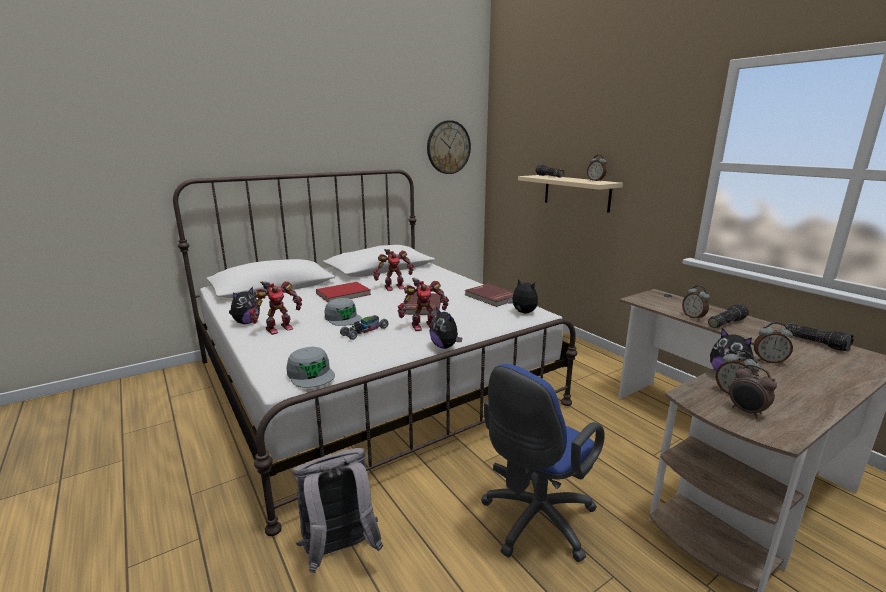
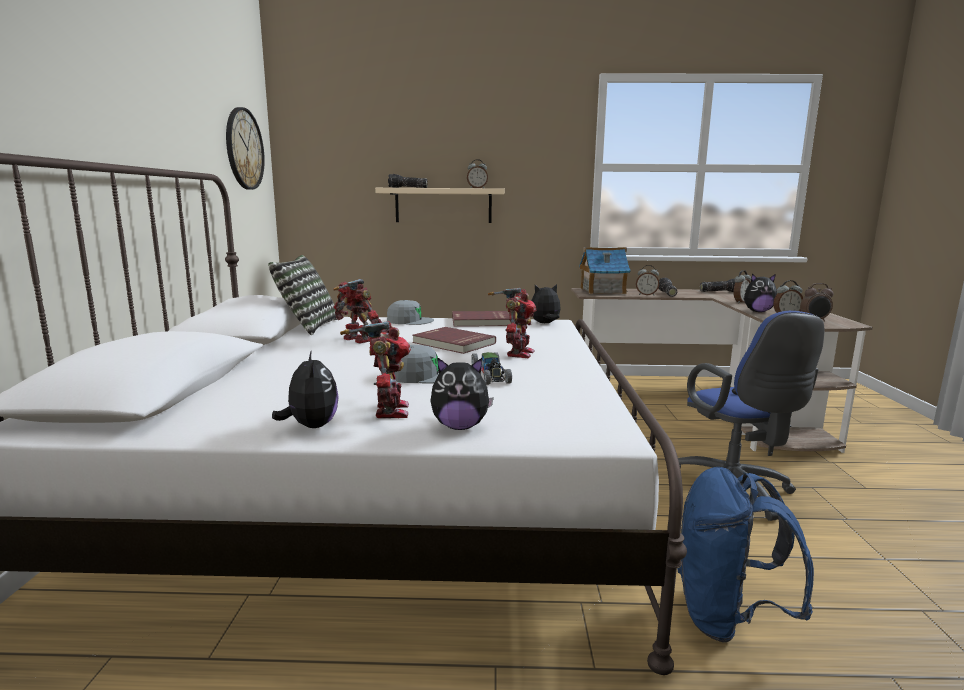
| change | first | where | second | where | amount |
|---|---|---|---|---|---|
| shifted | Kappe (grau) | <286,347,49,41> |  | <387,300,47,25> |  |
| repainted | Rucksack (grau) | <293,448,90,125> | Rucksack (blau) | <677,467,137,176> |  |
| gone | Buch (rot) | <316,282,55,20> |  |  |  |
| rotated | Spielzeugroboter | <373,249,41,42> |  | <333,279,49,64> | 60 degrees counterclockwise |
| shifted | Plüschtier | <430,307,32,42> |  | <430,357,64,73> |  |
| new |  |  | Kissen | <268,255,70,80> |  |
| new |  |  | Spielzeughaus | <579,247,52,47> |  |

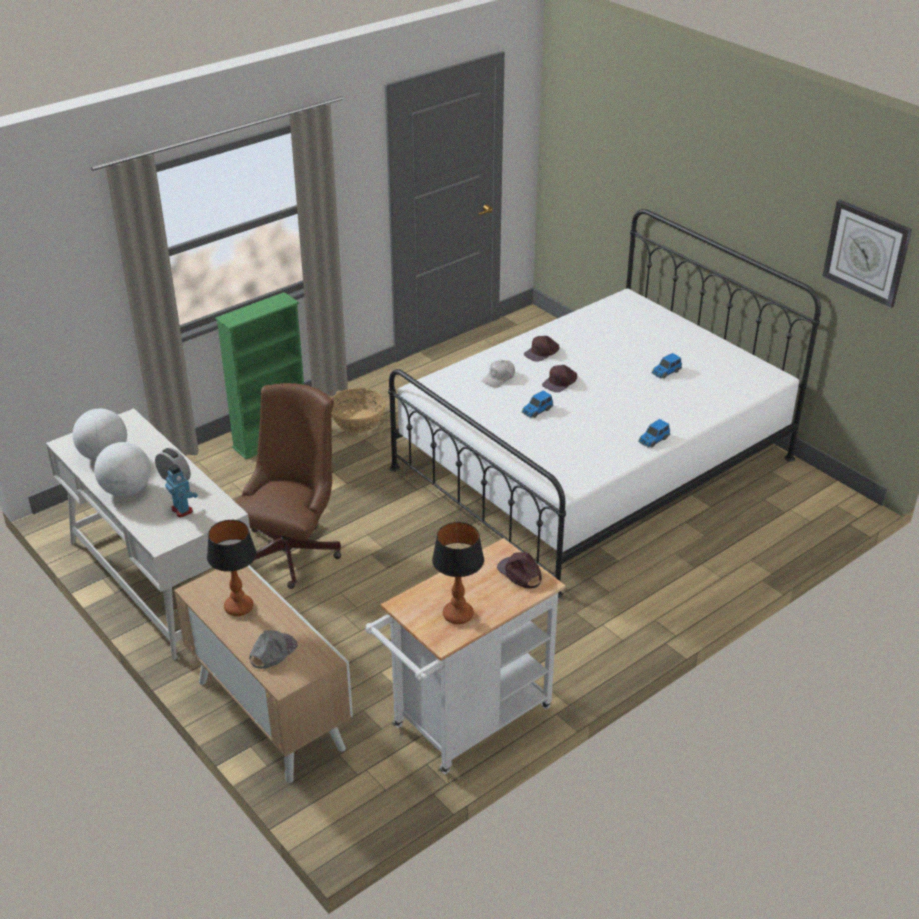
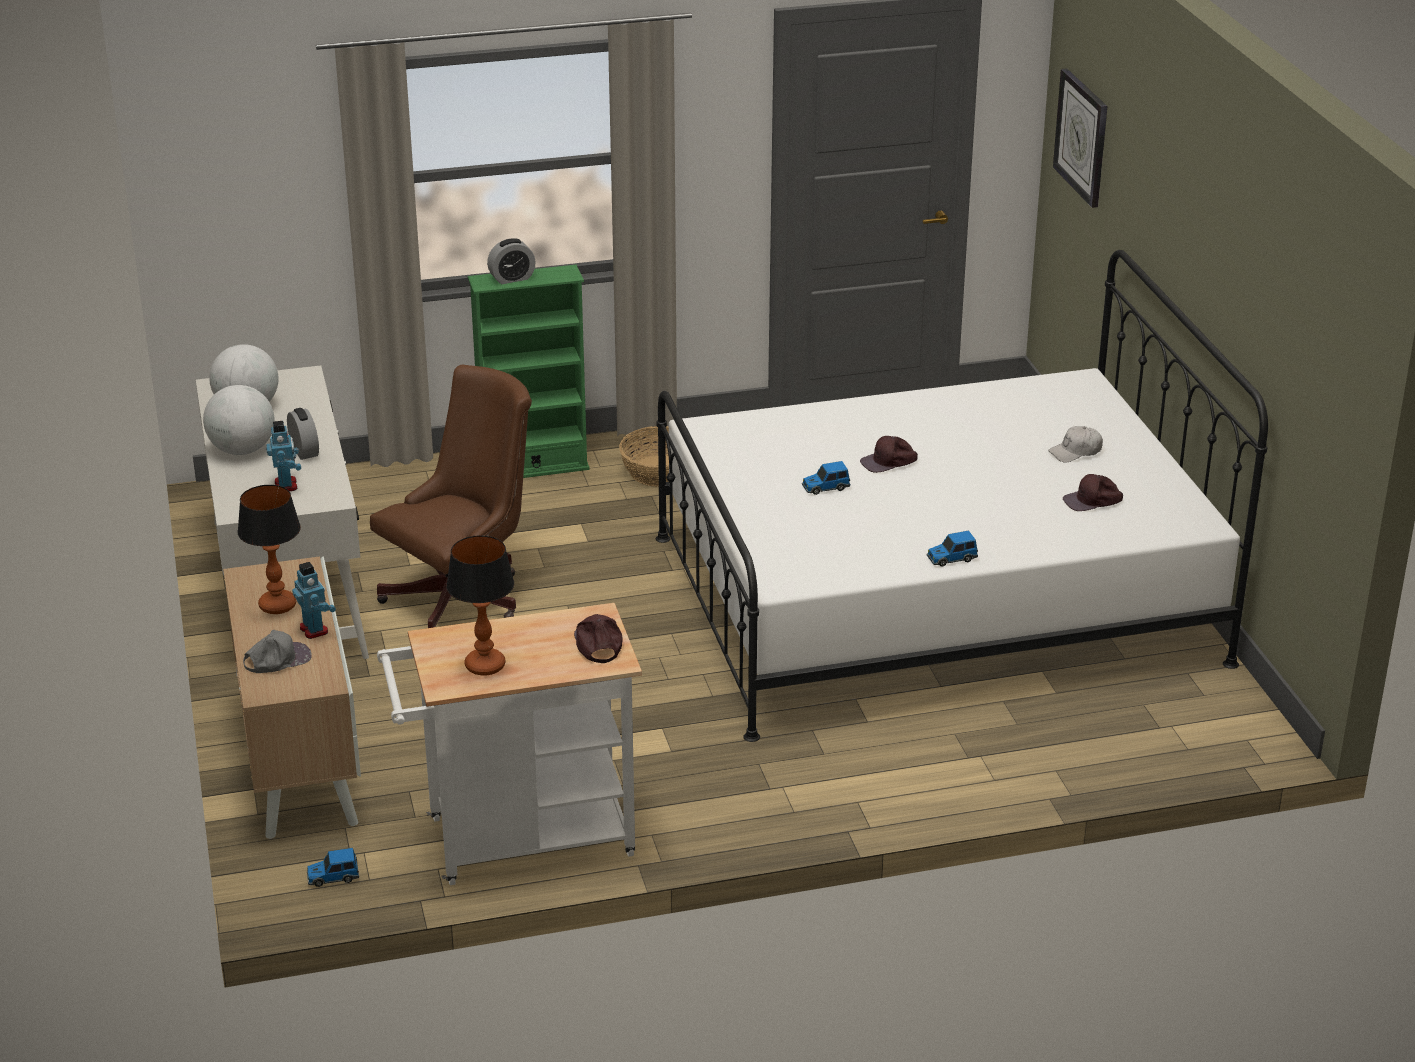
| change | first | where | second | where | amount |
|---|---|---|---|---|---|
| shifted | Kappe (weiß) | <482,360,33,28> |  | <1048,426,55,36> |  |
| shifted | Kappe (braun) | <524,336,35,26> |  | <1063,474,60,37> |  |
| shifted | Spielzeugauto | <651,353,31,25> |  | <307,848,52,39> |  |
| shifted | Wanduhr | <823,200,89,108> |  | <1053,68,54,140> |  |
| new |  |  | Spielzeugroboter | <292,562,44,77> |  |
| new |  |  | Wecker | <487,238,49,46> |  |

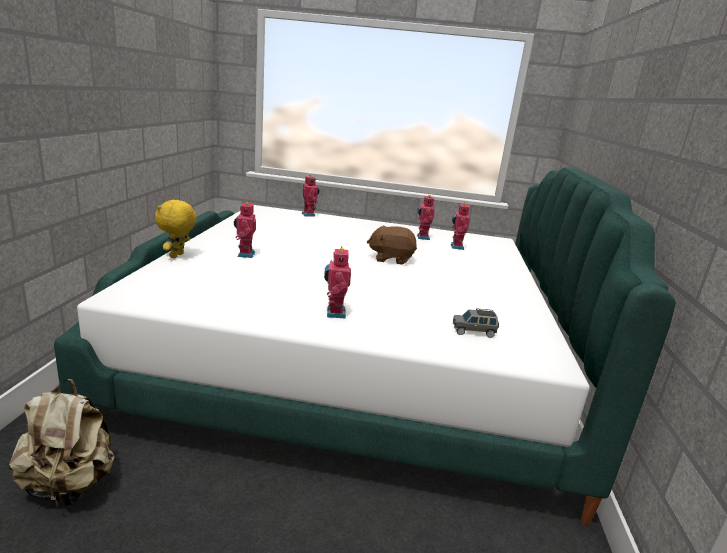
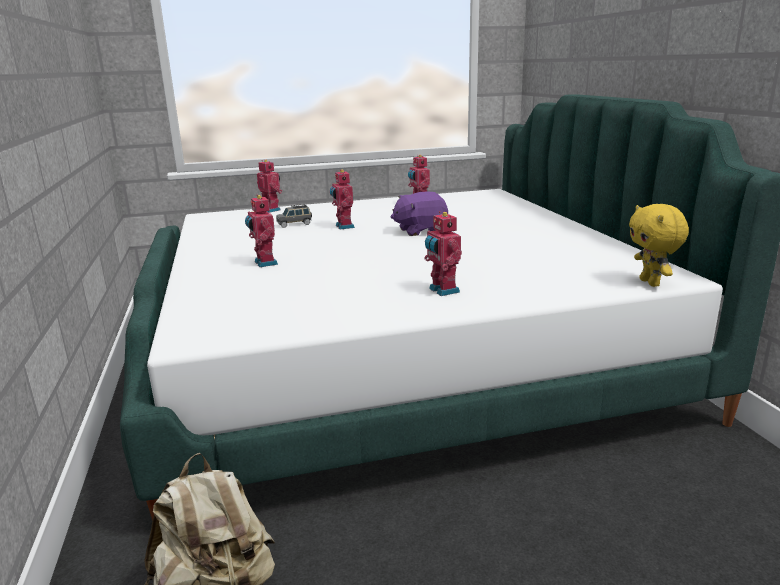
| change | first | where | second | where | amount |
|---|---|---|---|---|---|
| shifted | Plüschtier (gelb) | <155,200,42,58> |  | <629,204,60,83> |  |
| repainted | Plüschtier (braun) | <367,226,50,39> | Plüschtier (lila) | <391,192,57,44> |  |
| shifted | Spielzeugroboter | <451,203,19,47> |  | <330,169,25,61> |  |
| shifted | Spielzeugauto (grau) | <453,308,46,30> |  | <276,204,36,24> |  |

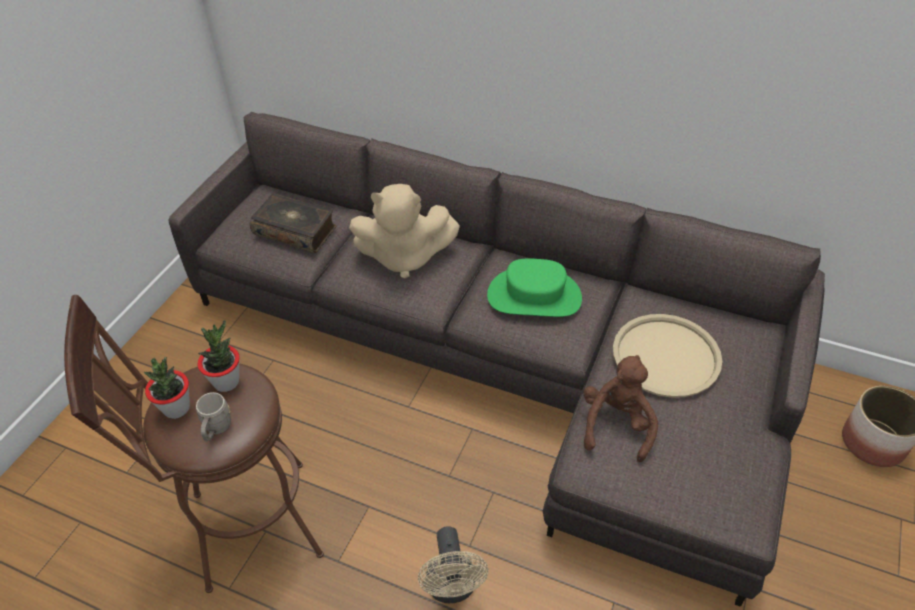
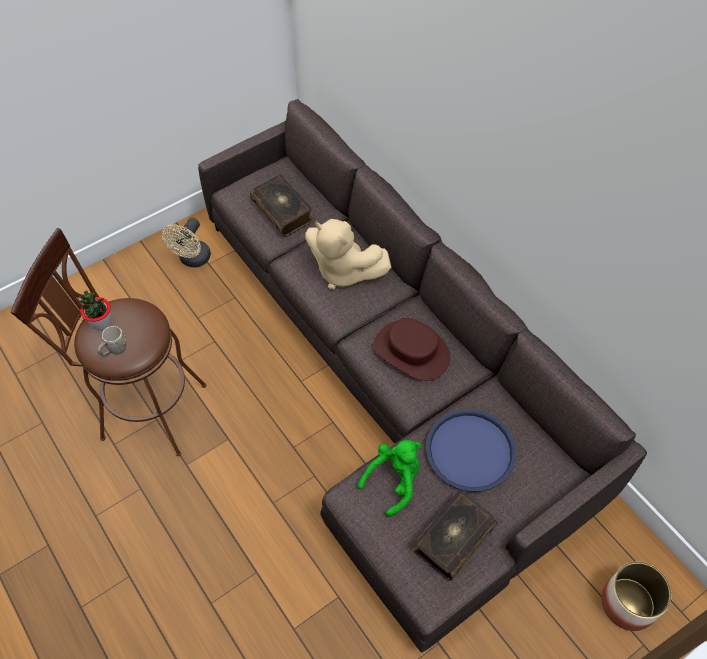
| change | first | where | second | where | amount |
|---|---|---|---|---|---|
| gone | Topfpflanze | <198,320,42,72> |  |  |  |
| shifted | Ventilator (beige) | <418,526,70,77> |  | <162,218,49,49> |  |
| repainted | Hut (grün) | <487,258,95,59> | Hut (braun) | <374,318,76,63> |  |
| repainted | Plüschtier (braun) | <583,355,75,108> | Plüschtier (grün) | <357,440,64,77> |  |
| repainted | Tablett (beige) | <613,314,109,84> | Tablett (blau) | <426,409,91,83> |  |
| new |  |  | Buch | <412,490,86,91> |  |

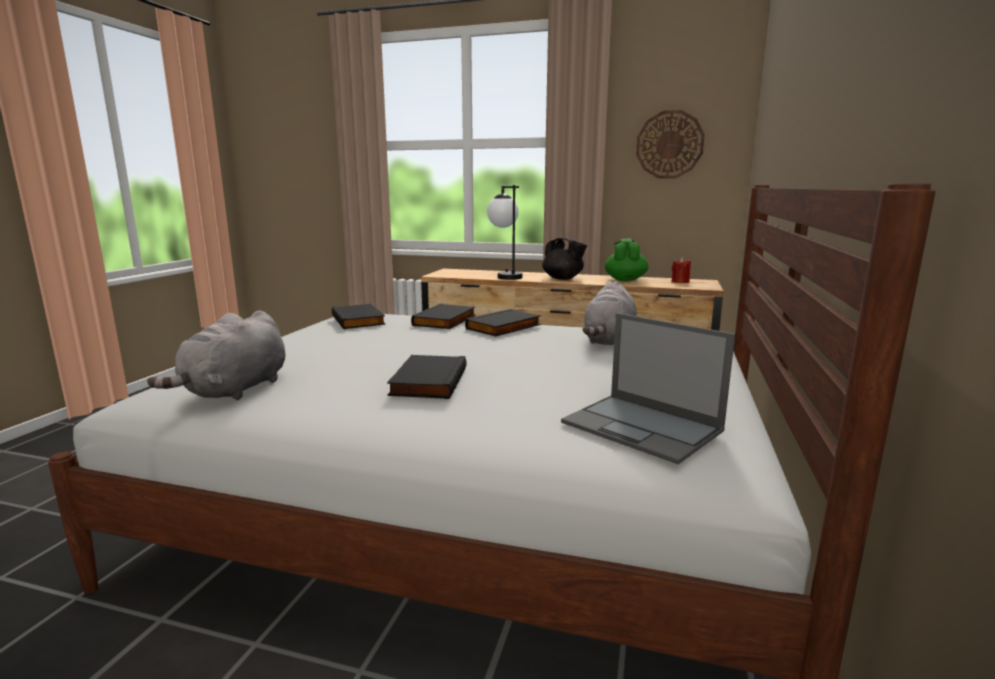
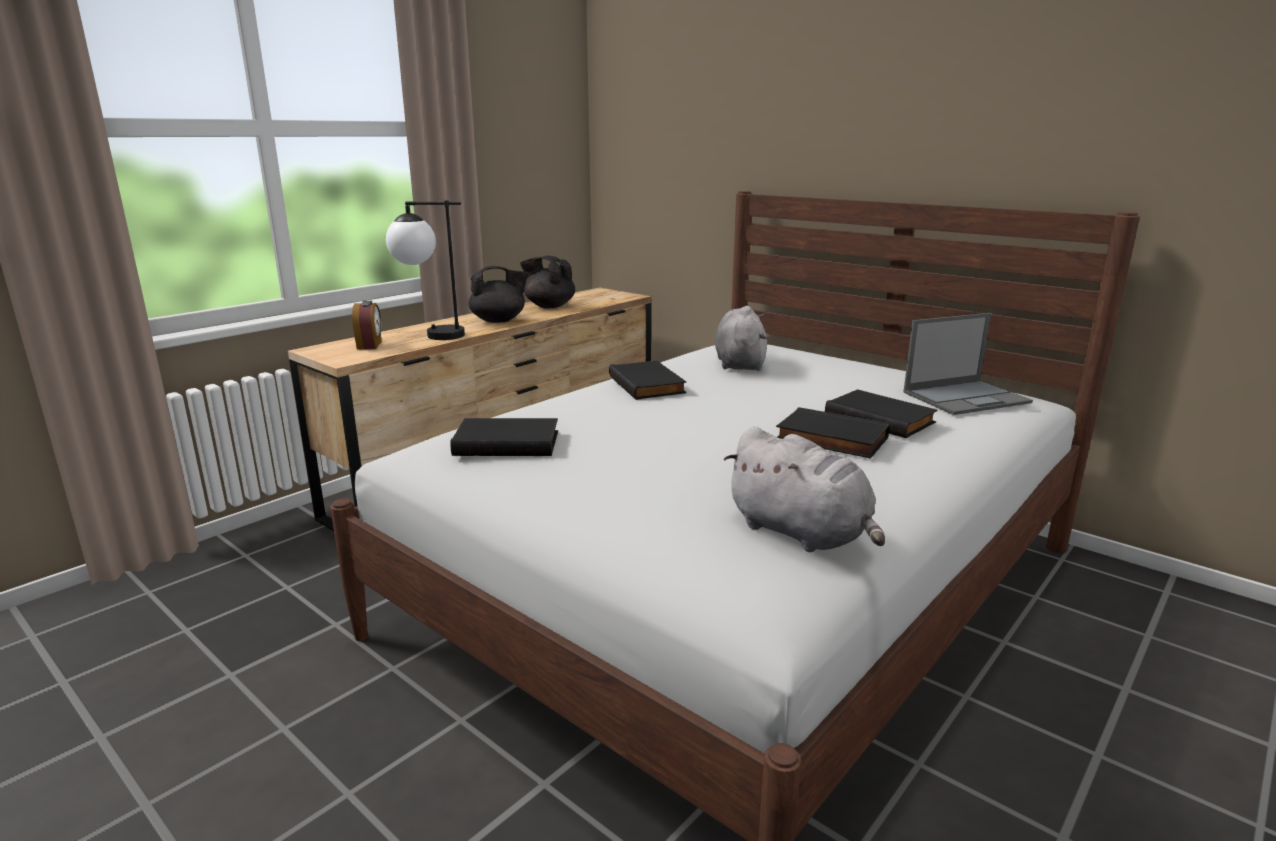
| change | first | where | second | where | amount |
|---|---|---|---|---|---|
| shifted | Buch (schwarz) | <411,304,65,25> |  | <825,389,112,49> |  |
| rotated | Plüschtier (grau) | <582,281,55,64> |  | <715,306,52,65> | 135 degrees counterclockwise |
| repainted | Teekanne (grün) | <605,239,44,42> | Teekanne (schwarz) | <520,256,55,52> |  |
| gone | Wanduhr | <636,110,69,69> |  |  |  |
| gone | Kerze (rot) | <671,257,20,26> |  |  |  |
| new |  |  | Wecker | <352,301,29,49> |  |

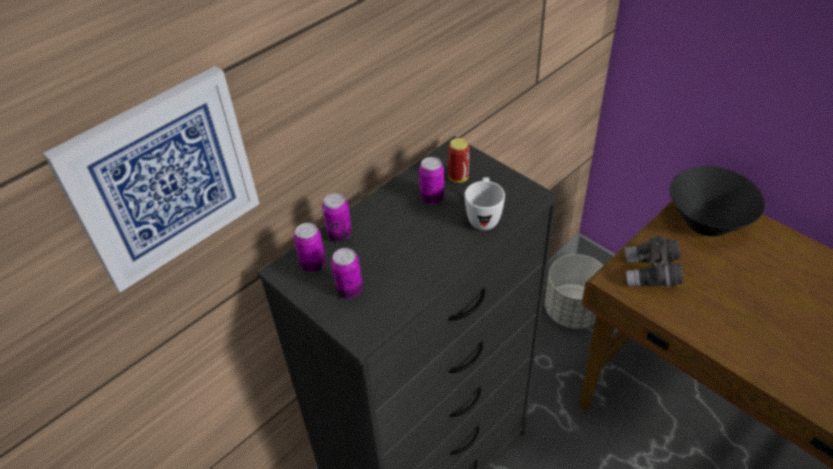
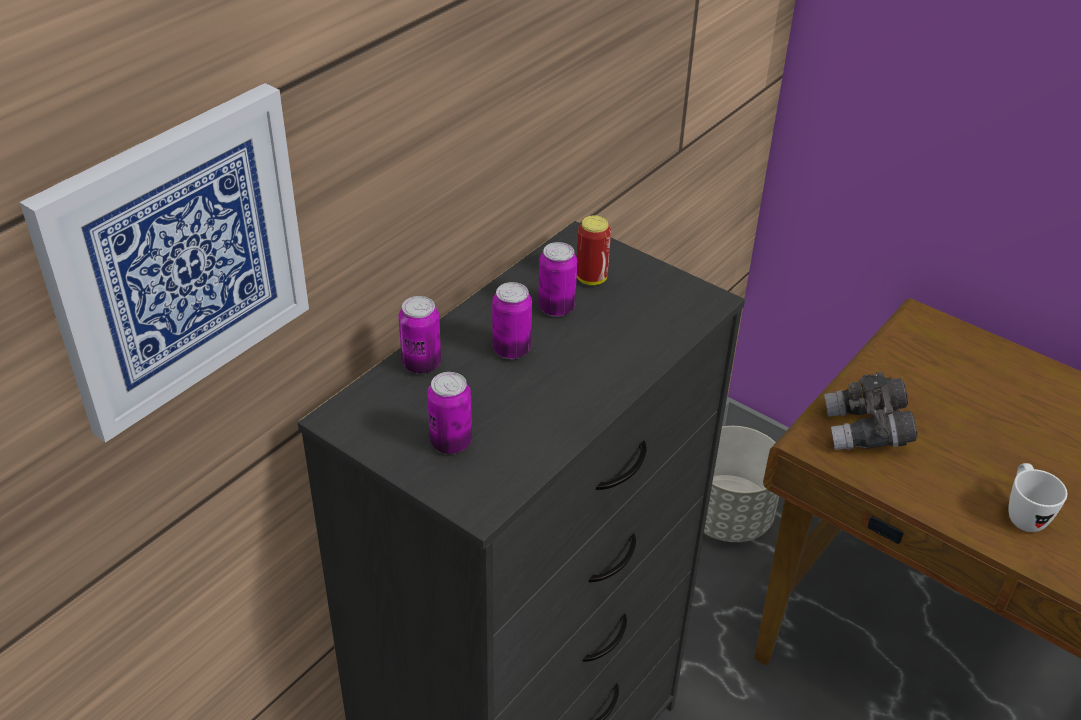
| change | first | where | second | where | amount |
|---|---|---|---|---|---|
| shifted | Dose | <294,223,32,49> |  | <492,282,40,77> |  |
| shifted | Henkelbecher (weiß) | <465,177,40,53> |  | <1008,463,59,69> |  |
| gone | Schüssel (schwarz) | <670,166,95,70> |  |  |  |

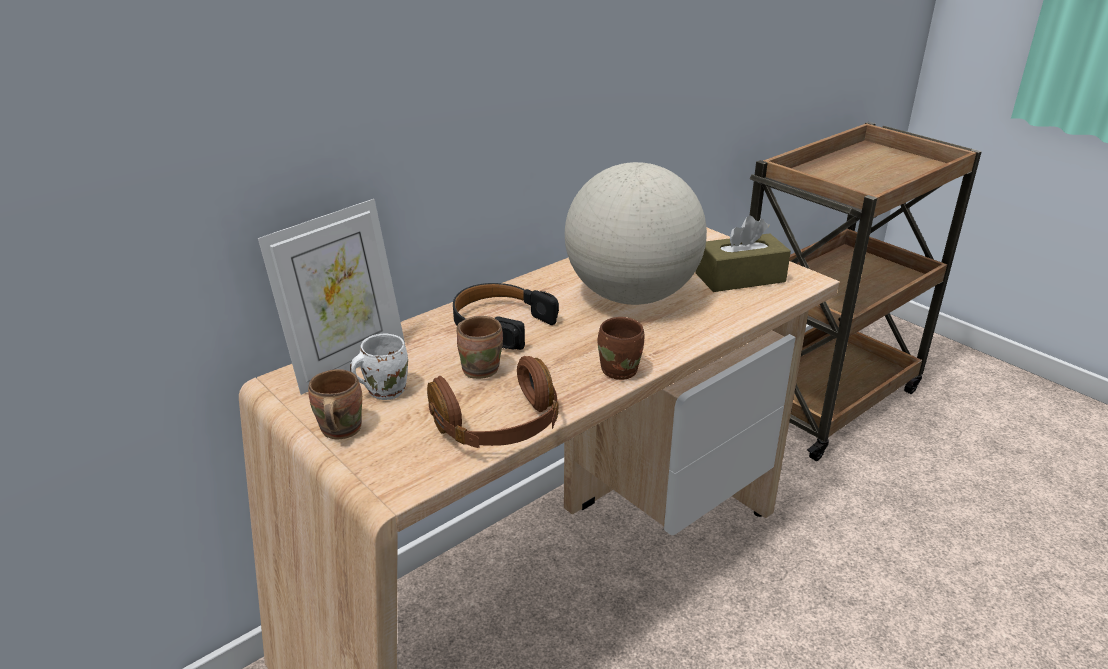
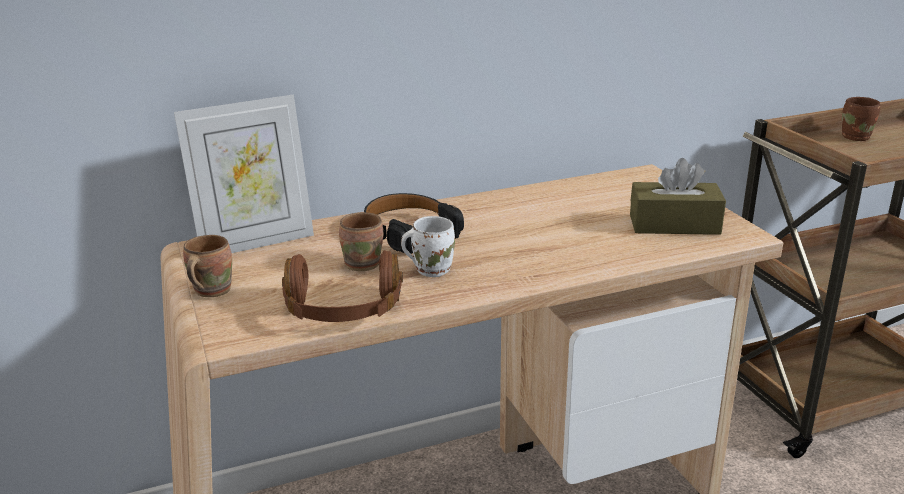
| change | first | where | second | where | amount |
|---|---|---|---|---|---|
| shifted | Henkelbecher (weiß) | <350,334,58,66> |  | <401,216,54,61> |  |
| gone | Globus | <565,162,142,143> |  |  |  |
| shifted | Henkelbecher (braun) | <598,317,46,63> |  | <842,97,38,44> |  |

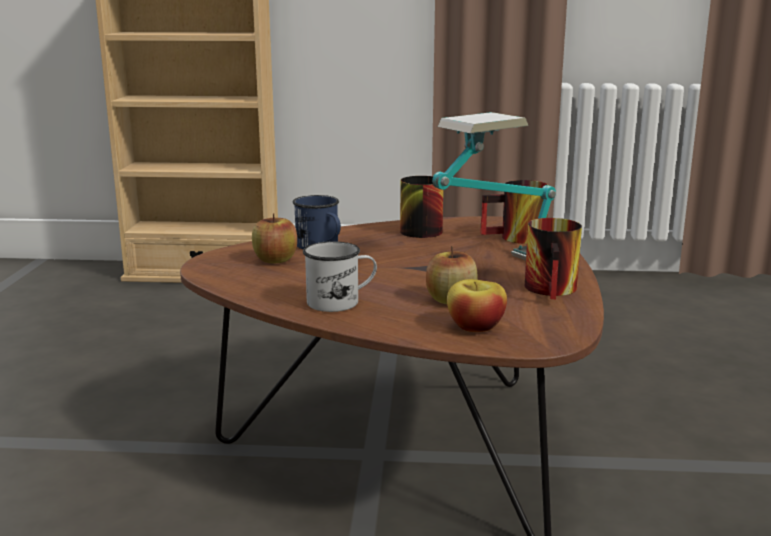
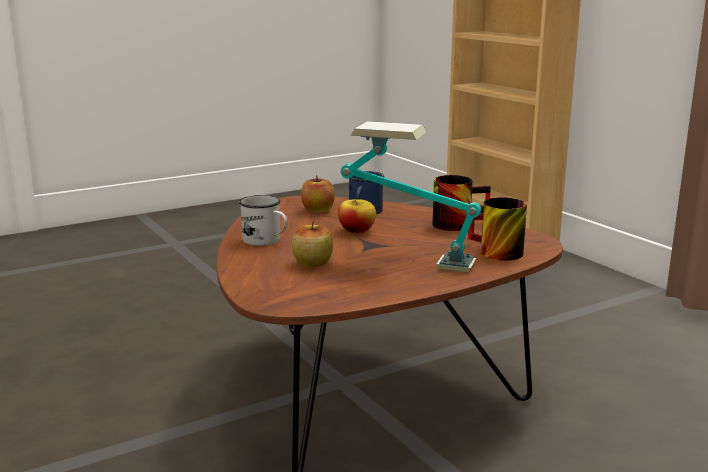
| change | first | where | second | where | amount |
|---|---|---|---|---|---|
| shifted | Apfel | <447,279,60,53> |  | <338,199,38,35> |  |
| gone | Henkelbecher | <525,218,57,81> |  |  |  |

